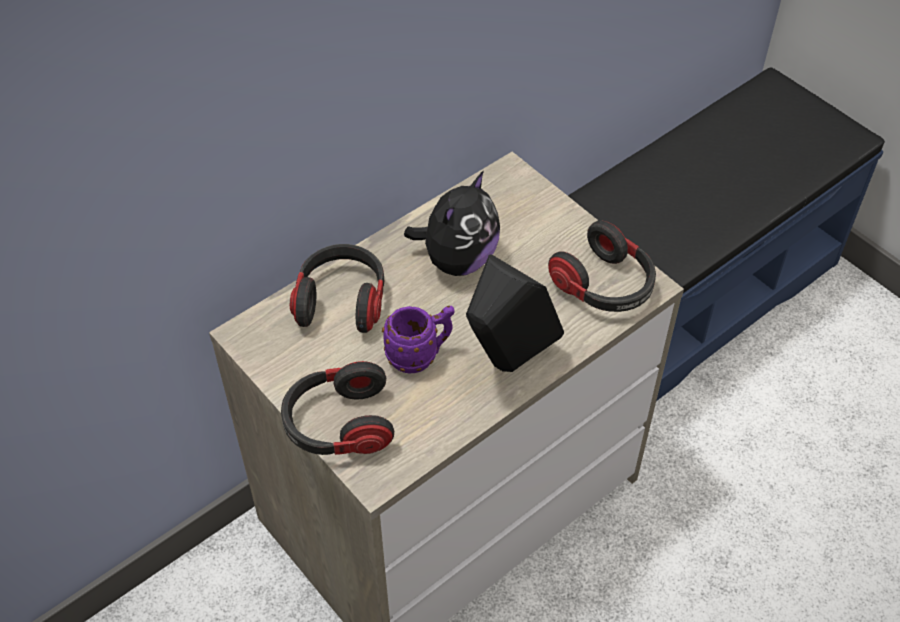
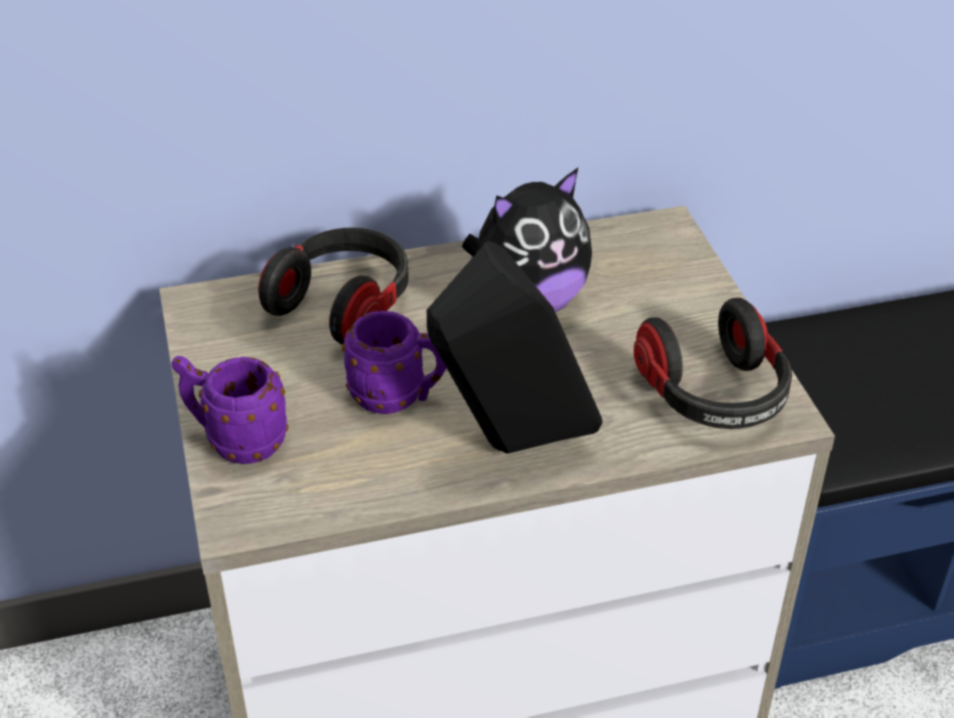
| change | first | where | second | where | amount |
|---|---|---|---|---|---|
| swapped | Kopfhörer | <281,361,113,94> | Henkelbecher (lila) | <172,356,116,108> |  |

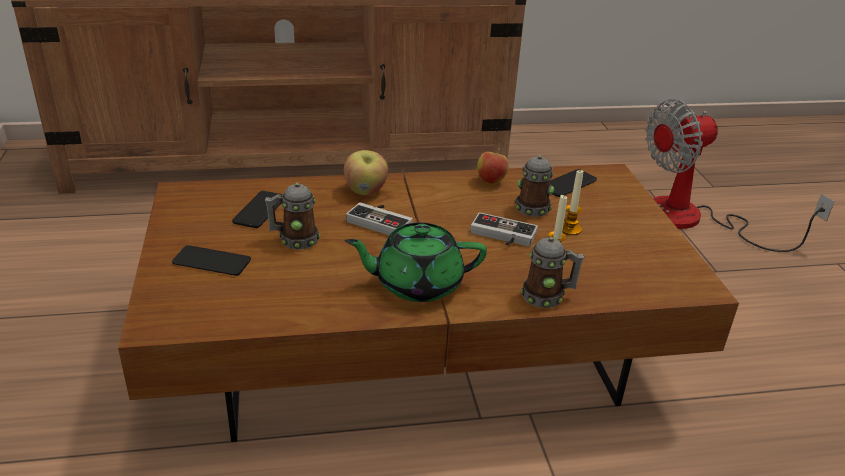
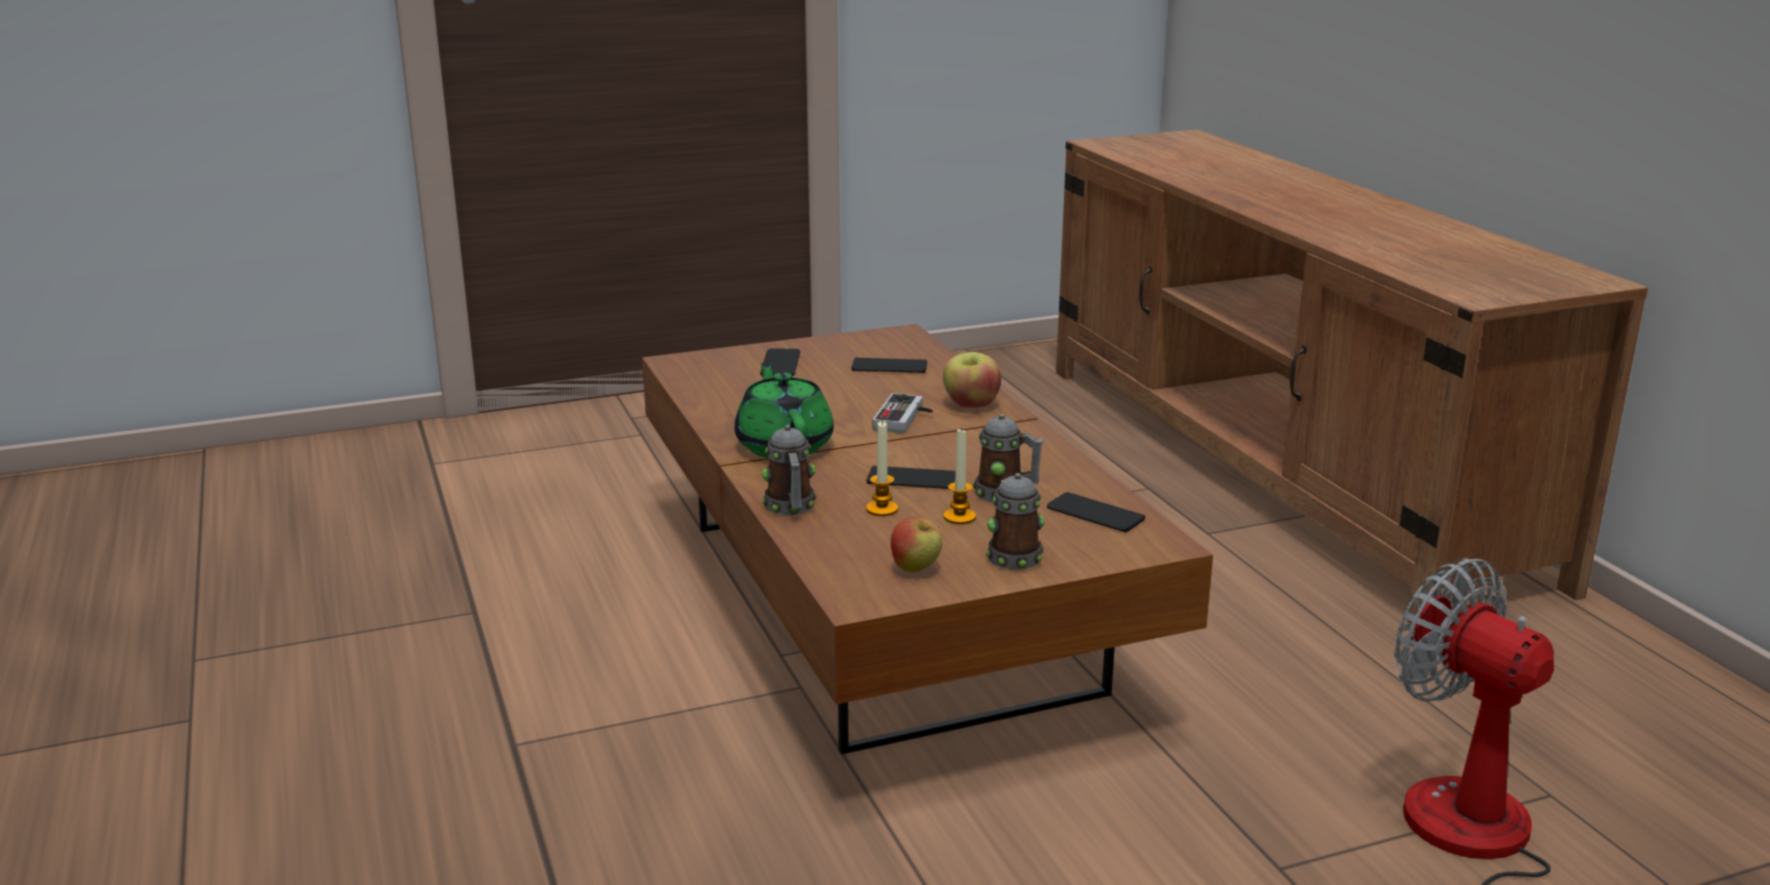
| change | first | where | second | where | amount |
|---|---|---|---|---|---|
| shifted | Henkelbecher | <265,183,56,66> |  | <986,473,59,97> |  |
| swapped | Gamepad | <470,212,68,35> | Handy | <867,466,89,23> |  |
| shifted | Apfel | <477,149,32,36> |  | <891,517,51,56> |  |

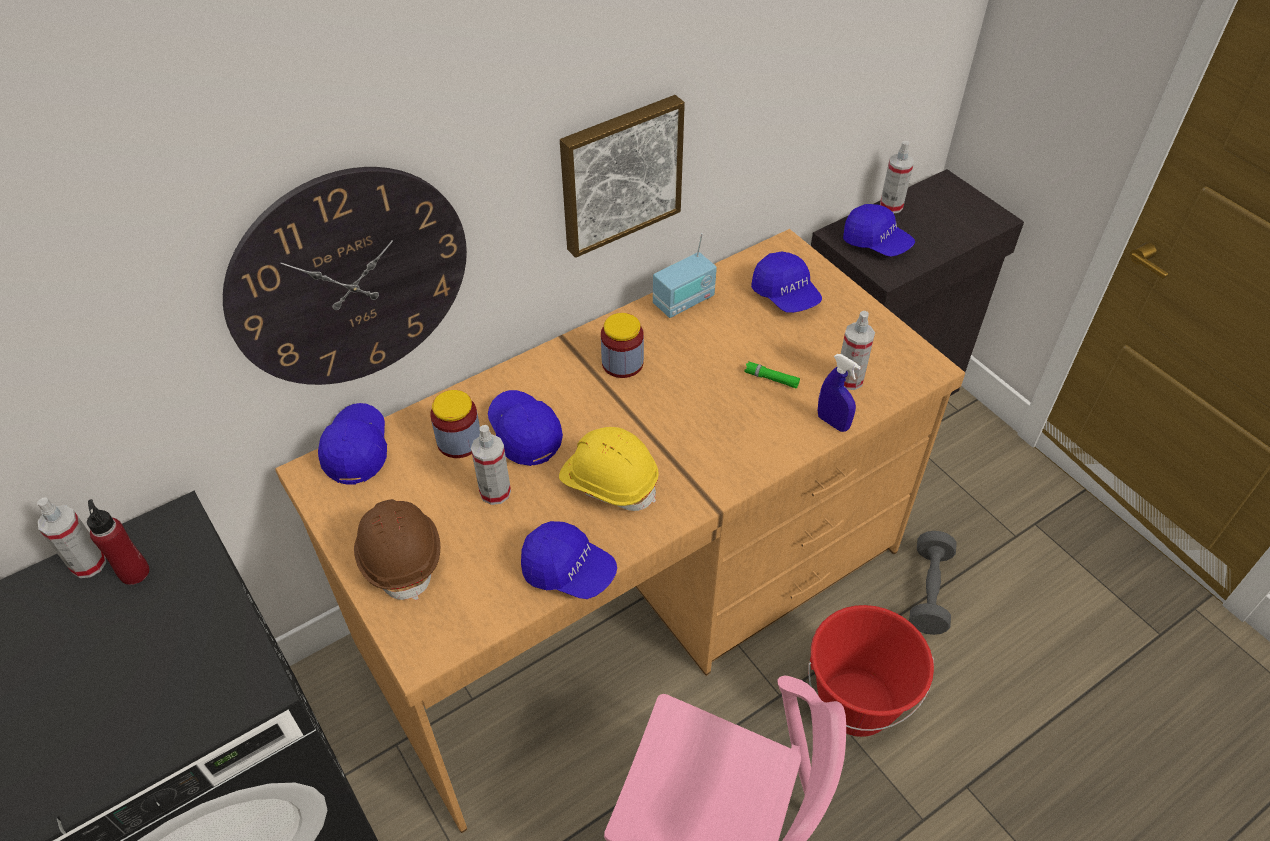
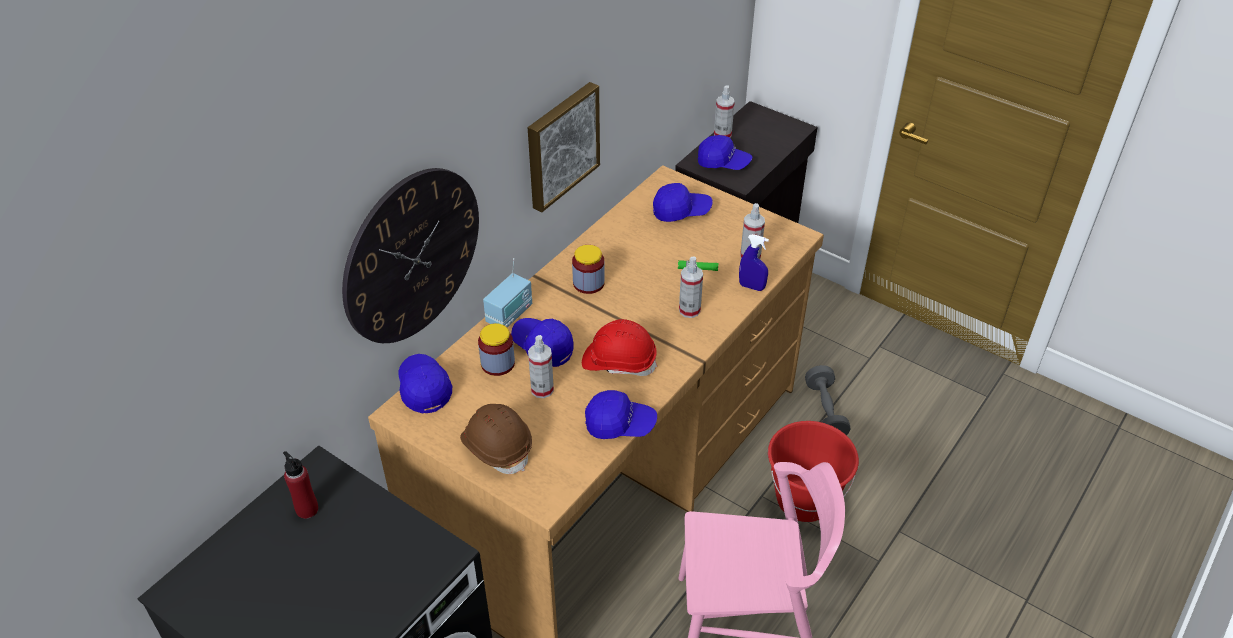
| change | first | where | second | where | amount |
|---|---|---|---|---|---|
| shifted | Sprühflasche | <37,497,69,81> |  | <679,256,24,62> |  |
| repainted | Schutzhelm (gelb) | <559,427,100,84> | Schutzhelm (rot) | <582,319,75,57> |  |
| shifted | Radio | <653,233,64,85> |  | <483,258,49,69> |  |
| rotated | Kappe (blau) | <751,251,71,62> |  | <653,183,60,39> | 45 degrees counterclockwise |

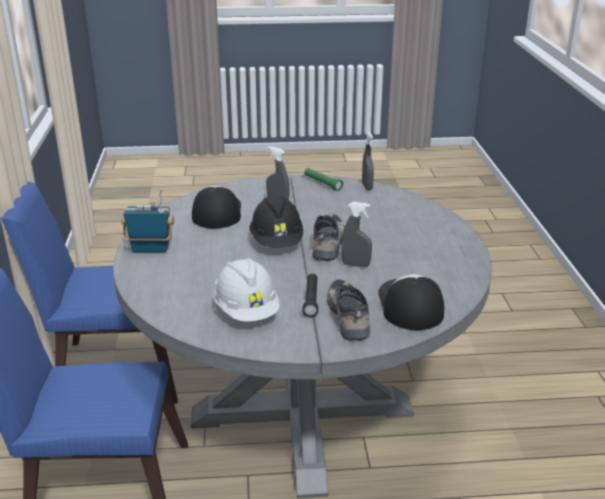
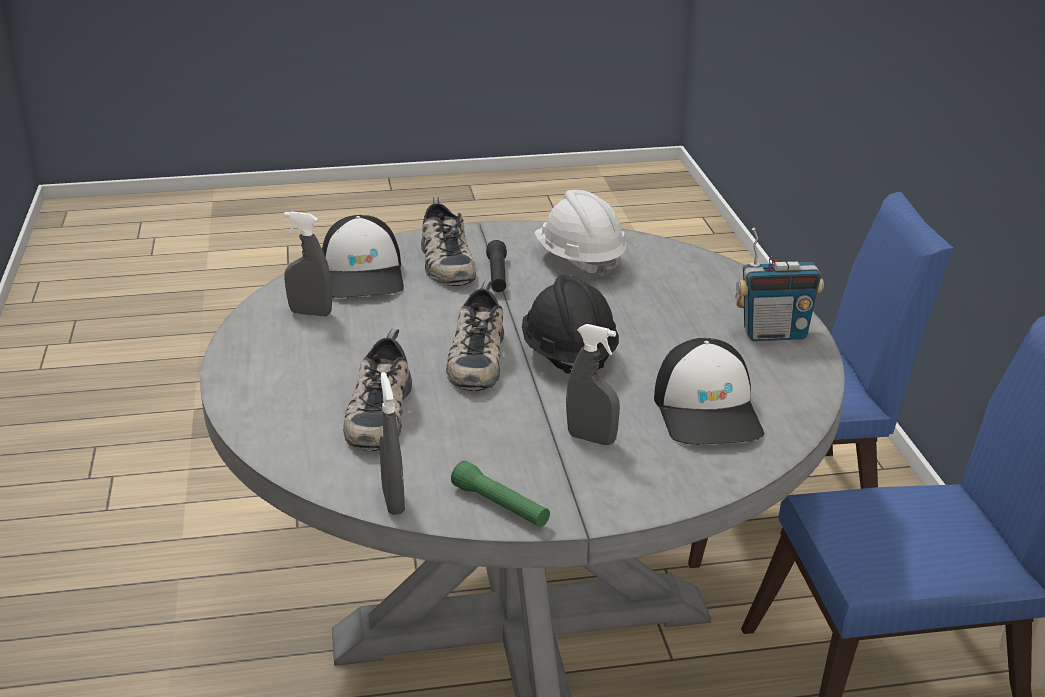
| change | first | where | second | where | amount |
|---|---|---|---|---|---|
| shifted | Sprühflasche (grau) | <341,202,31,66> |  | <284,211,48,105> |  |
| new |  |  | Schuh | <343,329,69,122> |  |

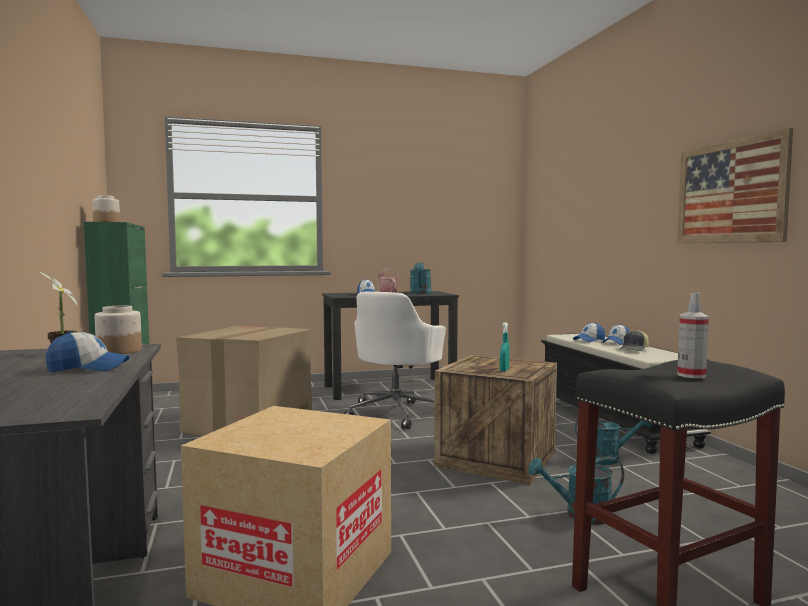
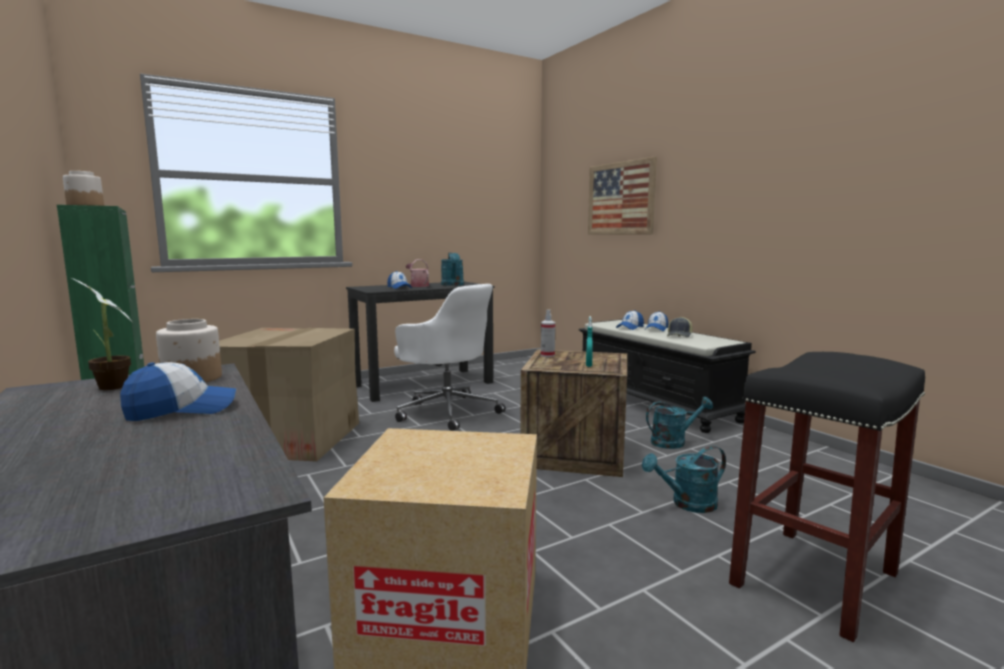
| change | first | where | second | where | amount |
|---|---|---|---|---|---|
| rotated | Bürostuhl (weiß) | <344,292,102,137> |  | <394,284,112,147> | 60 degrees counterclockwise |
| shifted | Bild | <677,128,116,116> |  | <588,157,69,78> |  |
| shifted | Sprühflasche | <677,293,32,85> |  | <541,310,14,47> |  |

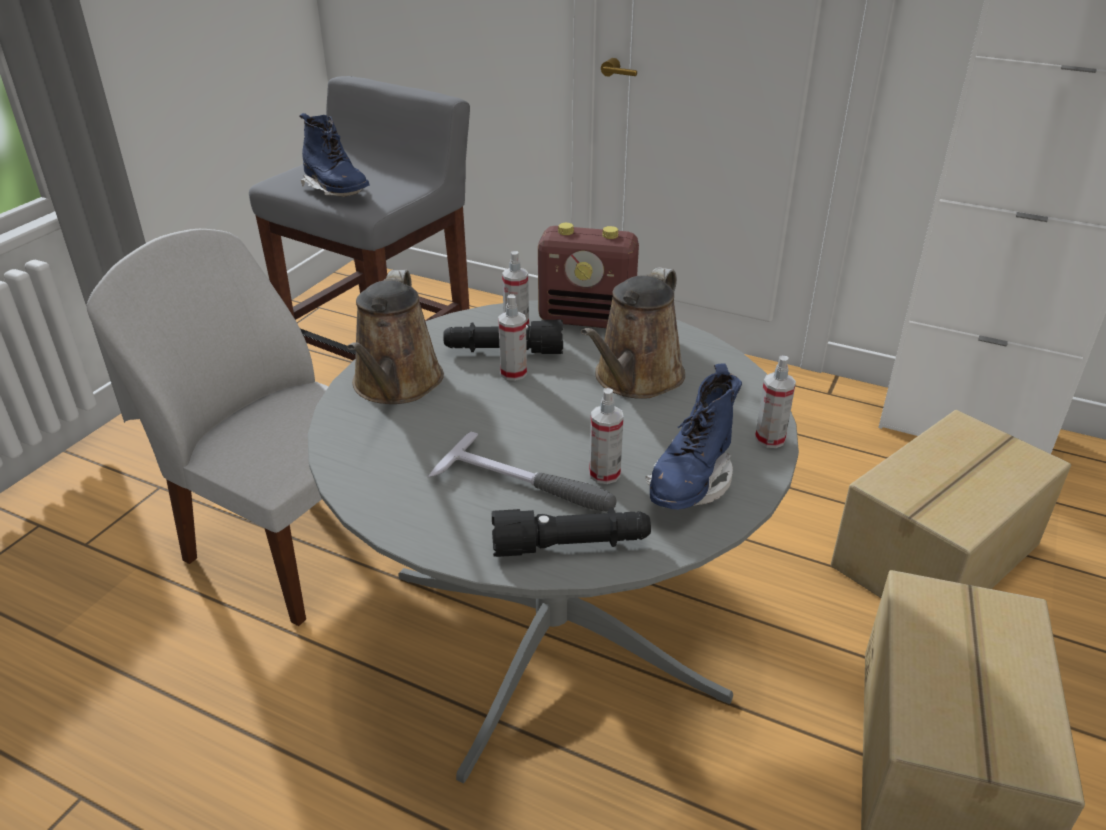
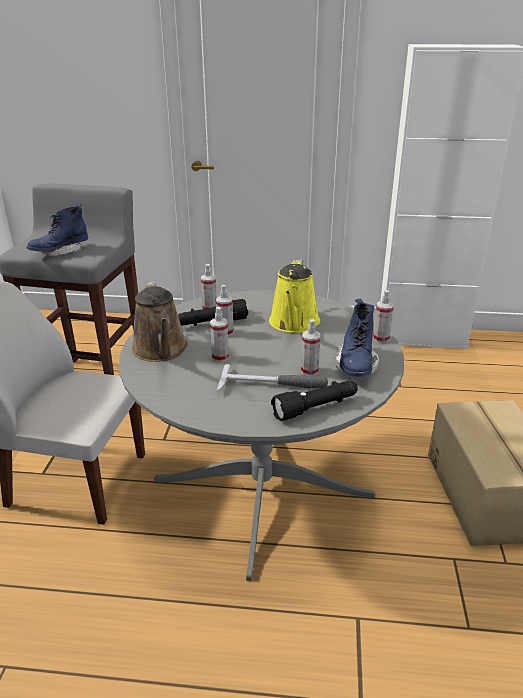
| change | first | where | second | where | amount |
|---|---|---|---|---|---|
| rotated | Stiefel (blau) | <300,113,70,84> |  | <27,203,61,53> | 105 degrees clockwise |
| gone | Radio | <538,223,101,105> |  |  |  |
| repainted | Gießkanne (braun) | <581,267,104,132> | Gießkanne (gelb) | <269,260,51,73> |  |
| gone | Karton | <831,410,240,188> |  |  |  |
| new |  |  | Sprühflasche | <210,307,19,55> |  |

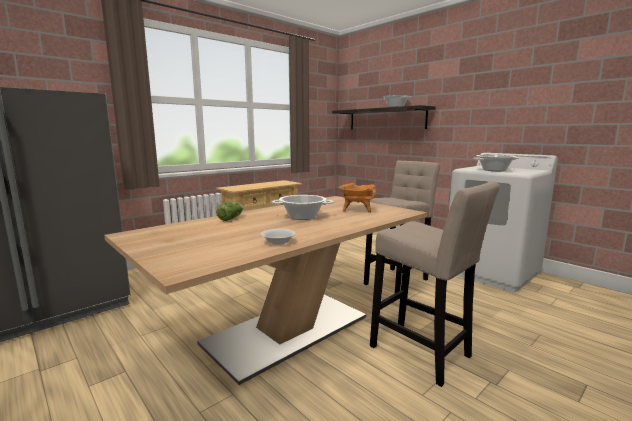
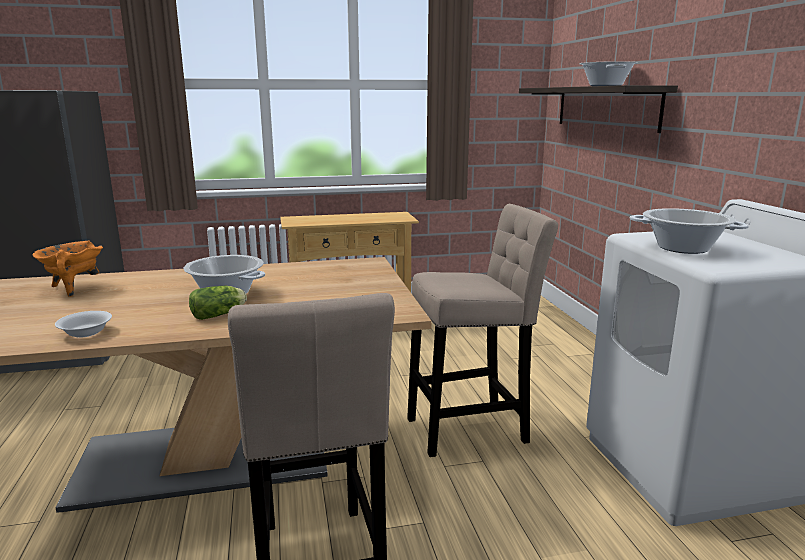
| change | first | where | second | where | amount |
|---|---|---|---|---|---|
| shifted | Salatkopf | <216,201,27,20> |  | <189,286,58,34> |  |
| shifted | Kochtopf (orange) | <339,183,37,30> |  | <32,240,71,57> |  |

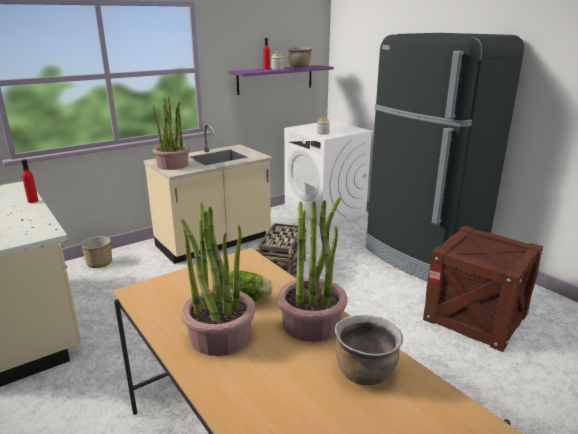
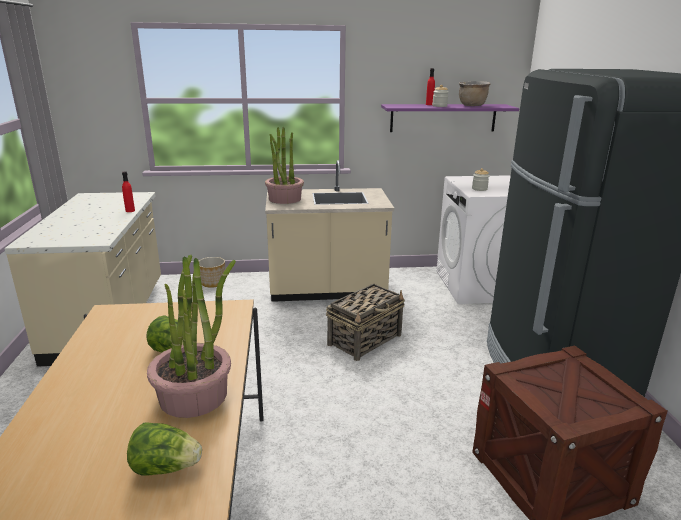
| change | first | where | second | where | amount |
|---|---|---|---|---|---|
| gone | Topfpflanze | <180,203,76,153> |  |  |  |
| swapped | Kochtopf (braun) | <335,315,68,70> | Salatkopf | <127,422,75,54> |  |

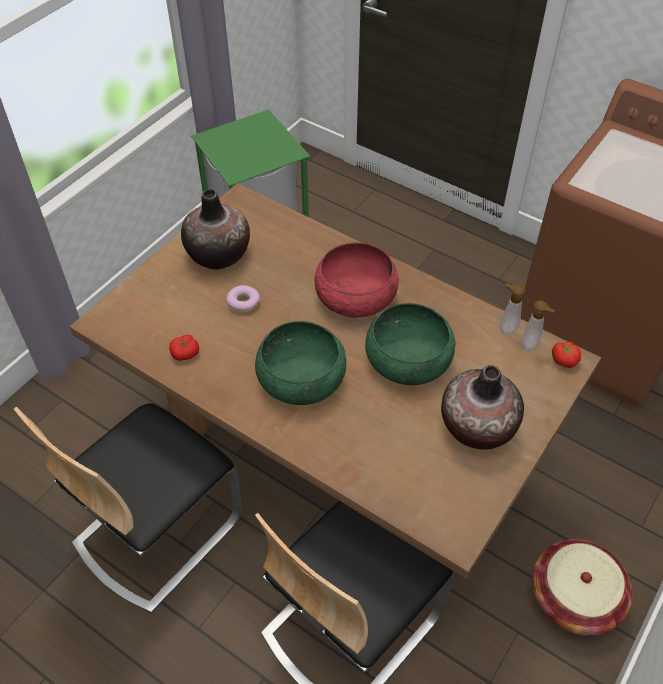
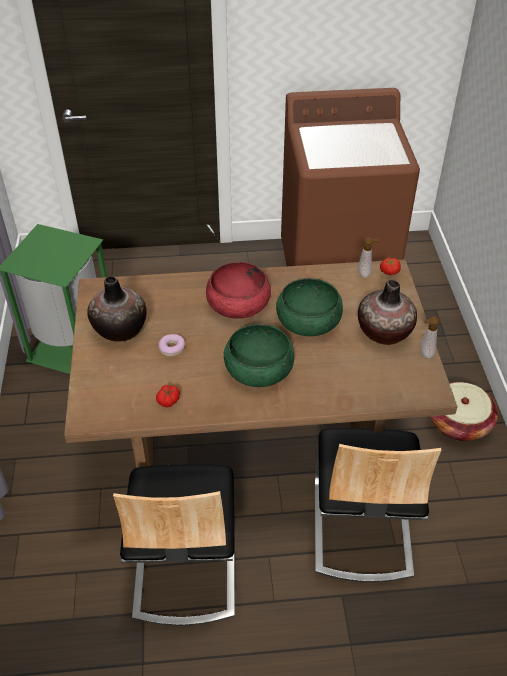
| change | first | where | second | where | amount |
|---|---|---|---|---|---|
| shifted | Seifenspender | <500,283,25,52> |  | <420,316,20,42> |  |

